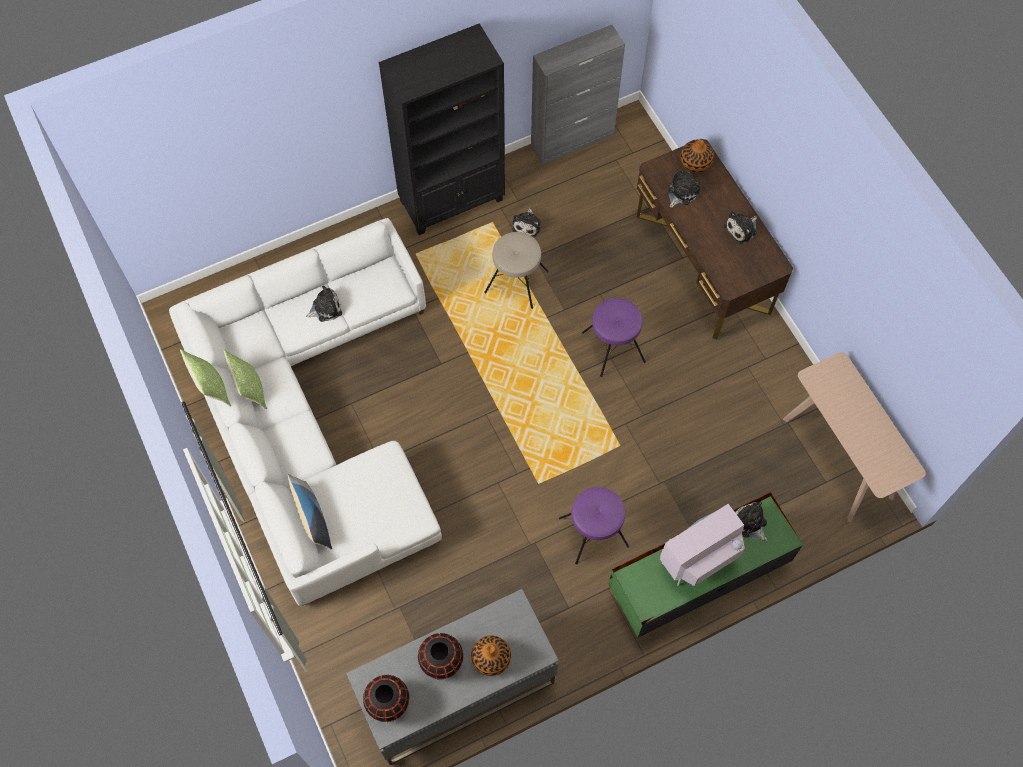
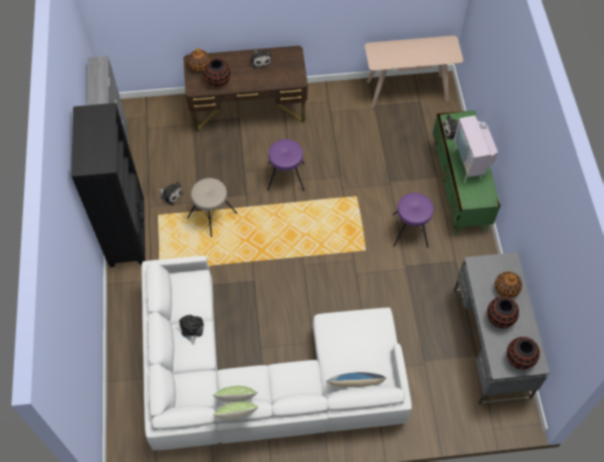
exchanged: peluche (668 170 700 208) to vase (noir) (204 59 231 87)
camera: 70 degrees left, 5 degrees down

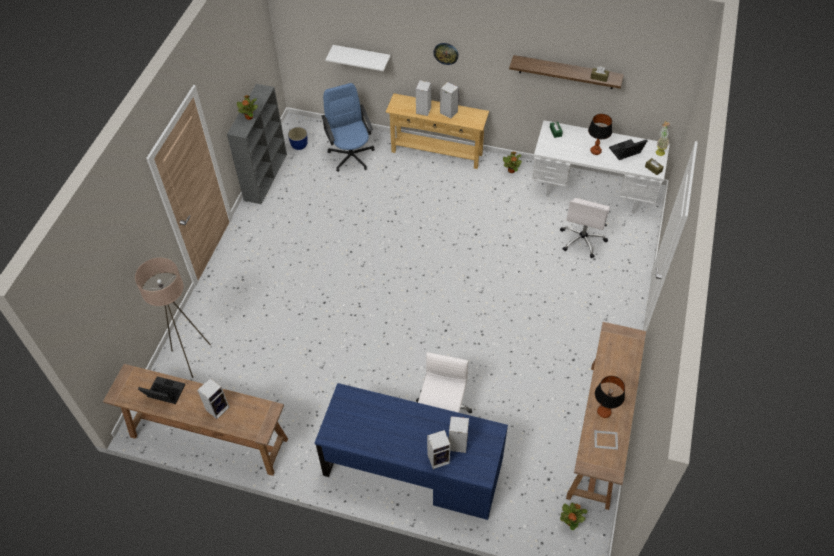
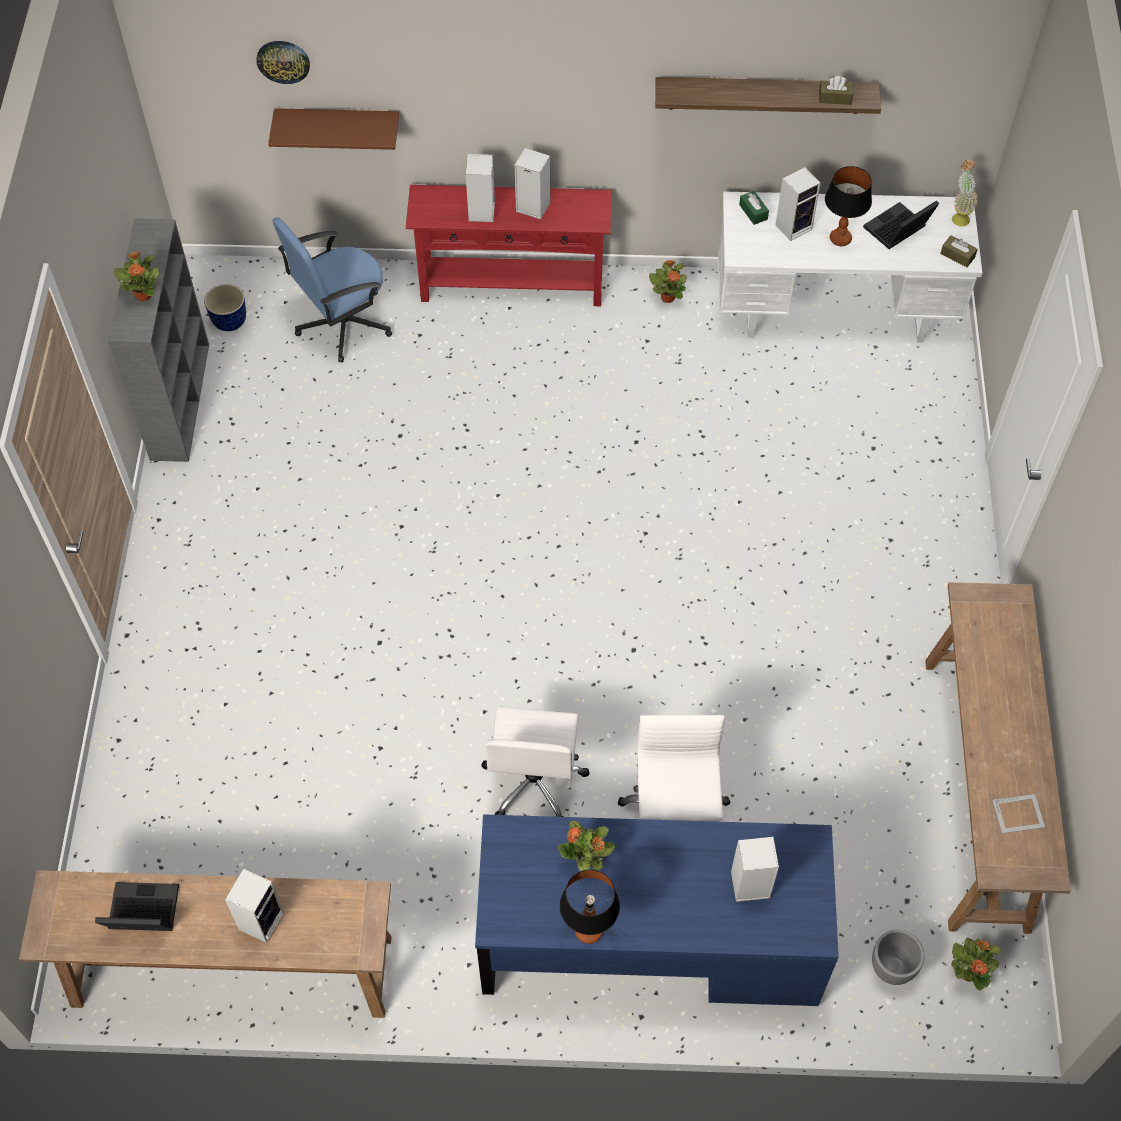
missing: lampadaire (beige) (135 258 211 378)
appeared: plante en pot (558 821 615 871); cache-pot (gris) (872 930 925 985)
relocated: horloge murale (433 43 459 65) to (256 41 310 84); chaise de bureau (blanc) (560 198 610 258) to (482 707 589 817); lampe de table (595 376 625 418) to (560 869 620 944); enceinte (427 430 450 469) to (776 167 821 241)
colour: étagère (blanc) (325 45 390 71) to étagère (marron) (268 108 399 150); table console (beige) (385 93 489 169) to table console (rouge) (406 185 612 306)
spun: chaise de bureau (bleu) (322 83 375 172) = (273 218 392 363) 90 degrees counterclockwise
camera: 15 degrees left, 5 degrees up

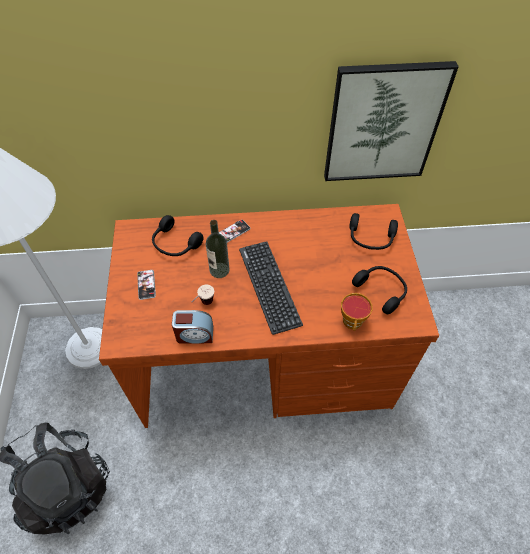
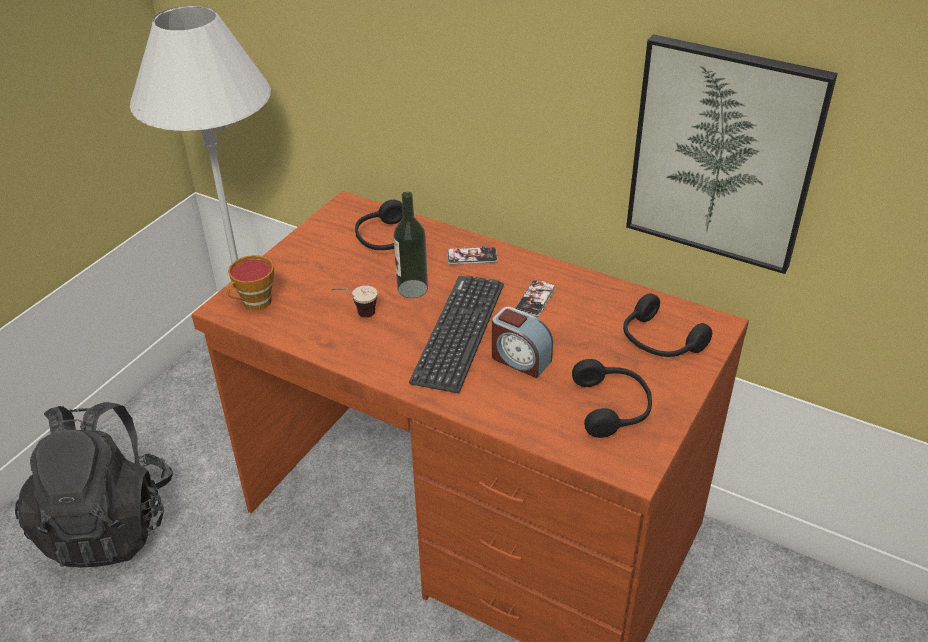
relocated: téléphone (137 270 156 300) to (515 279 556 317); tasse (341 293 373 331) to (227 255 274 311); réveil (172 310 213 344) to (492 307 553 378)
camera: 35 degrees right, 15 degrees down

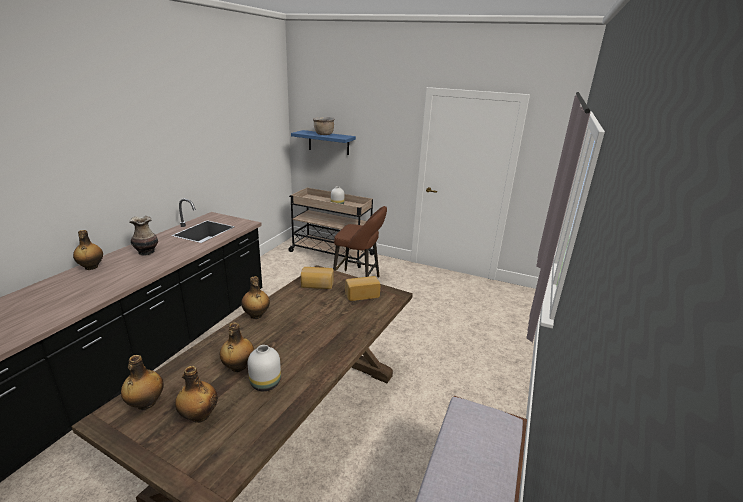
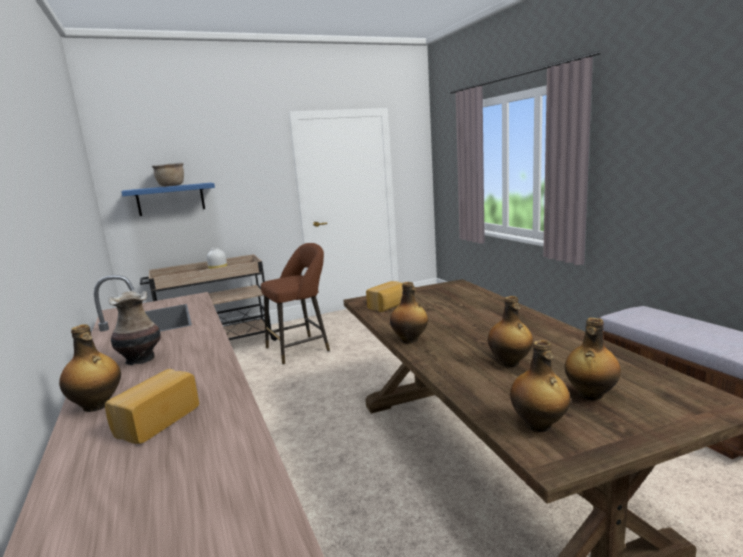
missing: vase (blanc) (248 345 281 391)
relocated: pain (345 276 381 301) to (105 369 199 444)
camera: 45 degrees left, 10 degrees down

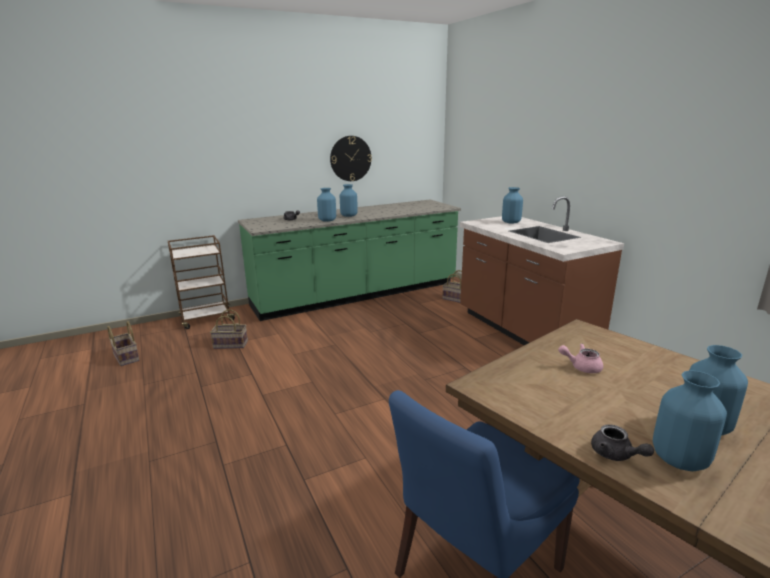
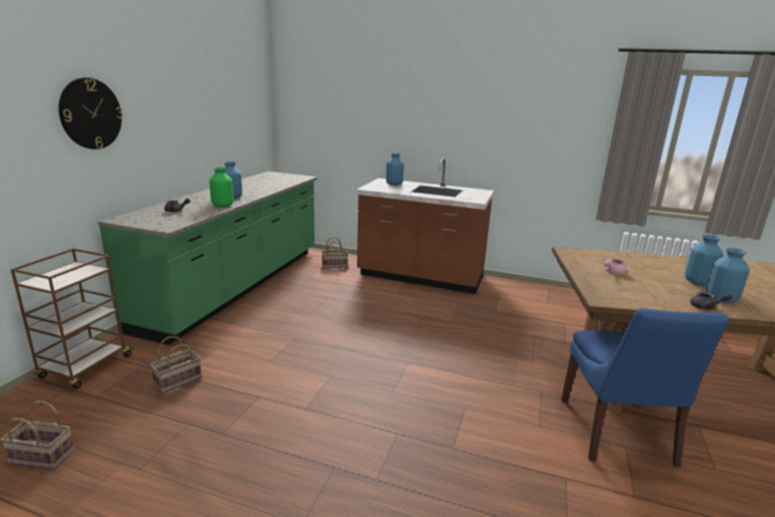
relocated: horloge murale (330 136 372 181) to (59 78 123 149)
colour: vase (bleu) (317 188 336 222) to vase (vert) (209 167 234 207)
camera: 45 degrees left, 0 degrees up

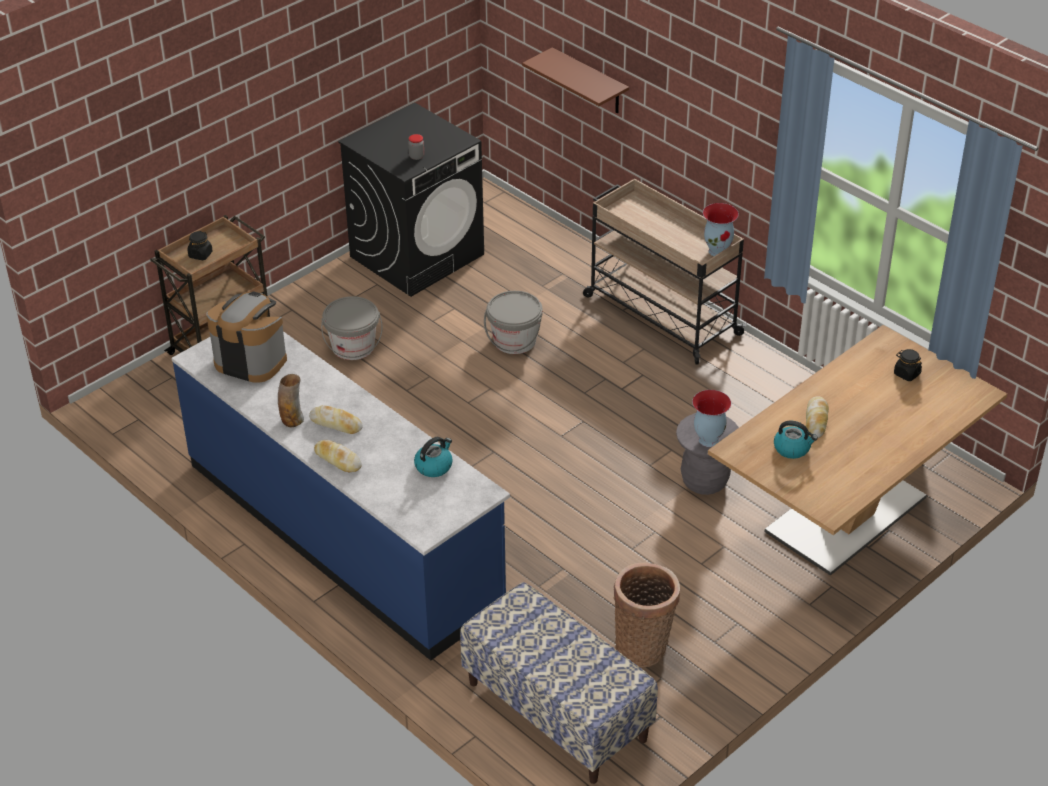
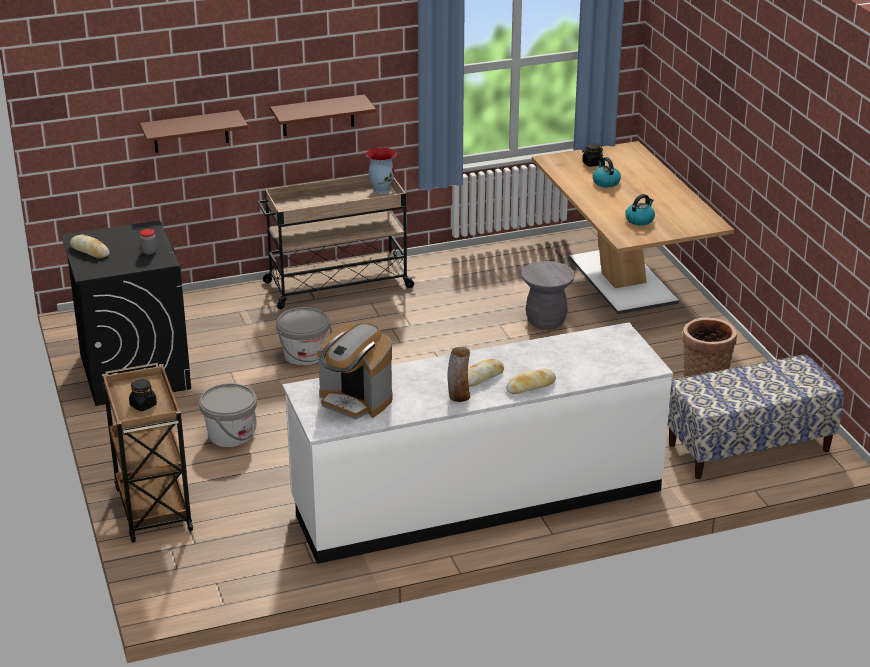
missing: vase (692 390 731 447)
appeared: étagère (marron) (270 94 376 136)
relocated: pain (806 396 829 438) to (70 235 110 258); bouilloire (414 437 453 477) to (593 157 621 188)
colour: comptoir de cuisine (bleu) (172 331 510 661) to comptoir de cuisine (blanc) (282 322 673 564)
spun: machine à café (206 292 287 383) = (318 323 393 420) 105 degrees counterclockwise
camera: 65 degrees left, 10 degrees down

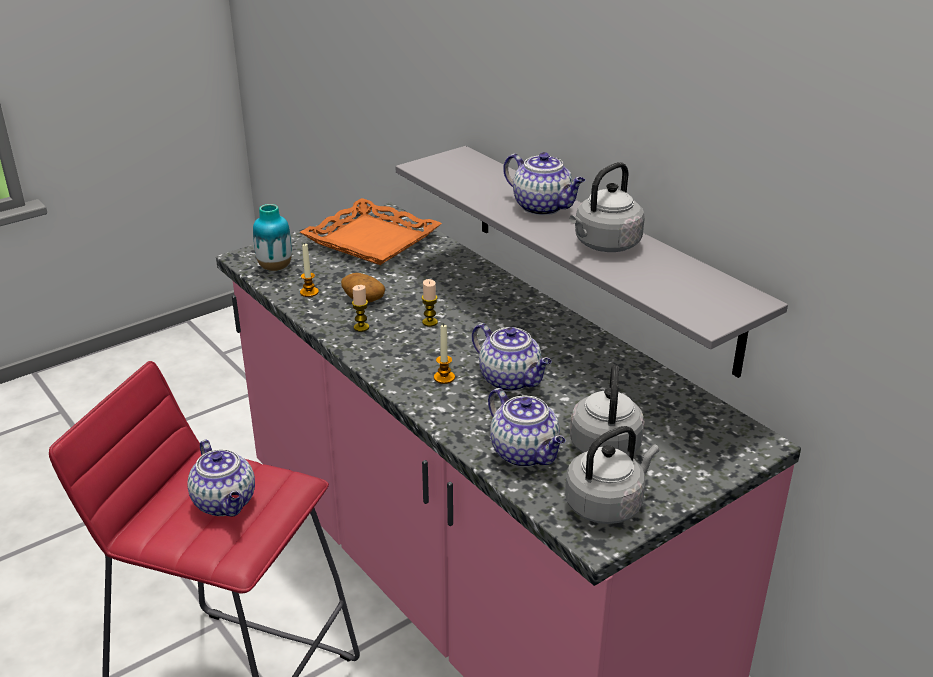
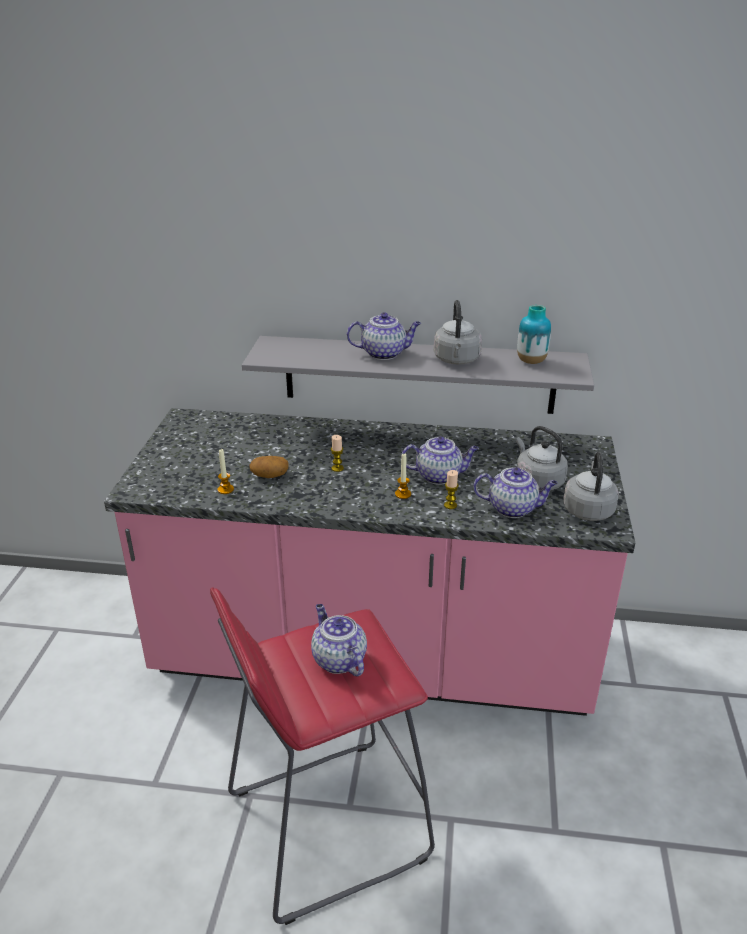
missing: plateau (orange) (300 198 442 265)
relocated: vase (253 204 292 271) to (517 305 551 364); bougie (352 285 369 332) to (444 470 459 509)
spun: théière (187 440 255 516) = (311 604 367 677) 135 degrees counterclockwise
camera: 45 degrees left, 0 degrees up

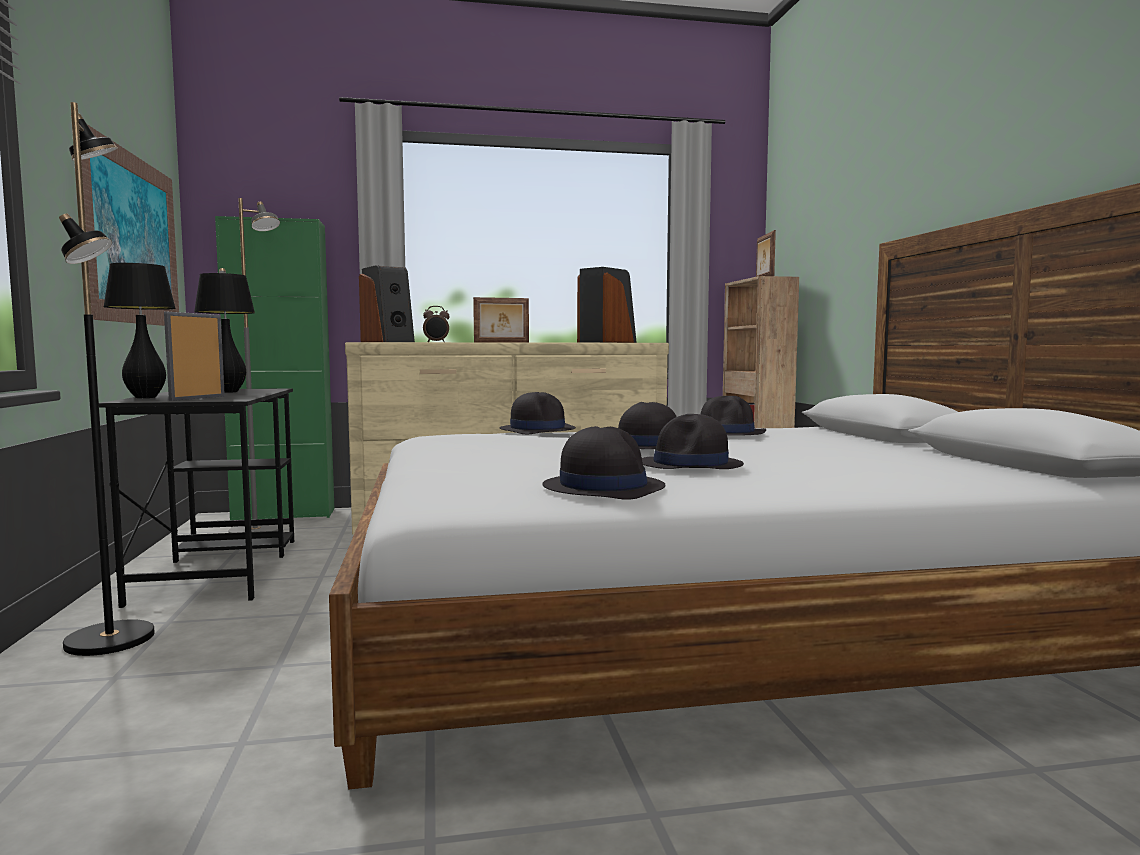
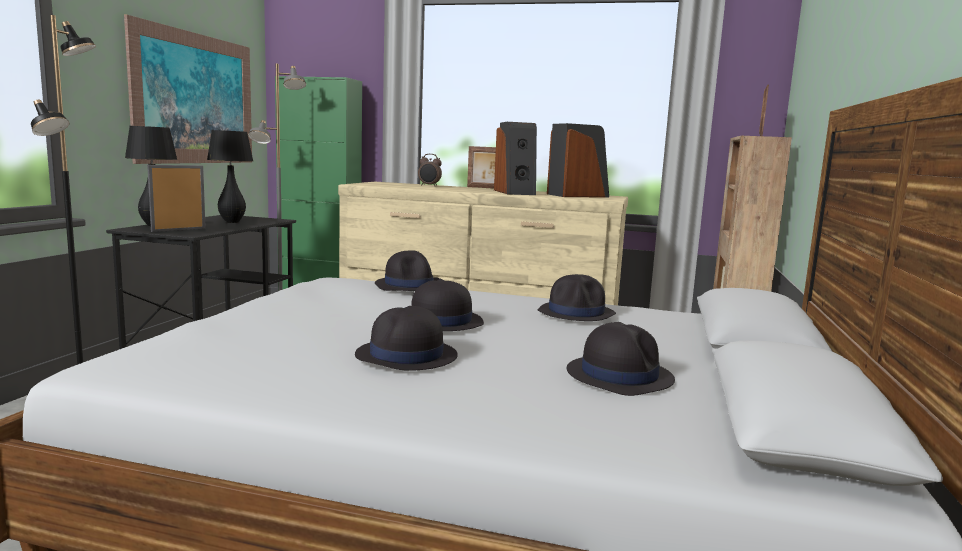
relocated: enceinte (359 265 415 342) to (494 122 537 195); chapeau (noir) (542 426 665 500) to (567 322 675 396)
camera: 25 degrees right, 5 degrees up

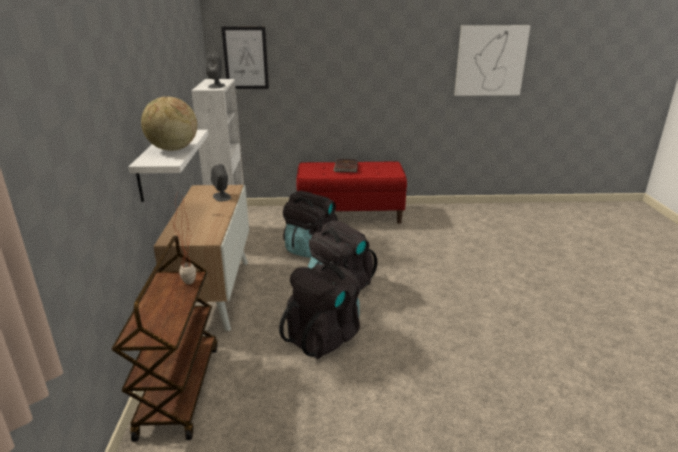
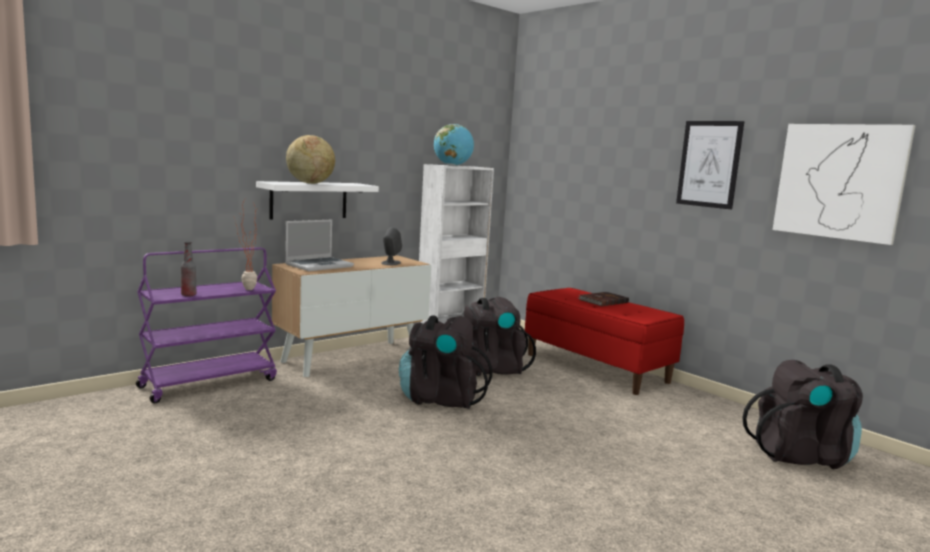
appeared: ordinateur portable (285 220 354 271); bouteille (181 241 196 297)
relocated: tableau (221 27 269 89) to (676 121 744 209); sac à dos (noir) (279 264 360 359) to (742 360 863 469)
exchanged: enceinte (gris) (206 52 225 88) to globe (434 124 474 166)
colour: chariot (marron) (112 236 217 442) to chariot (violet) (136 247 277 403)
camera: 50 degrees right, 15 degrees down

